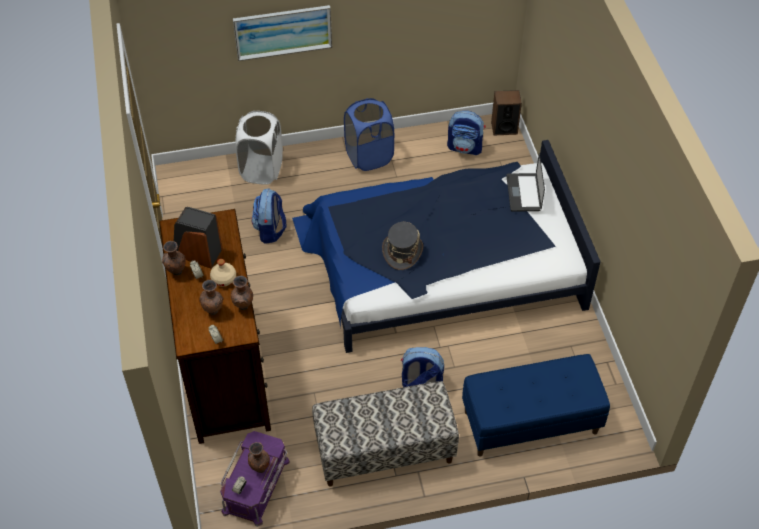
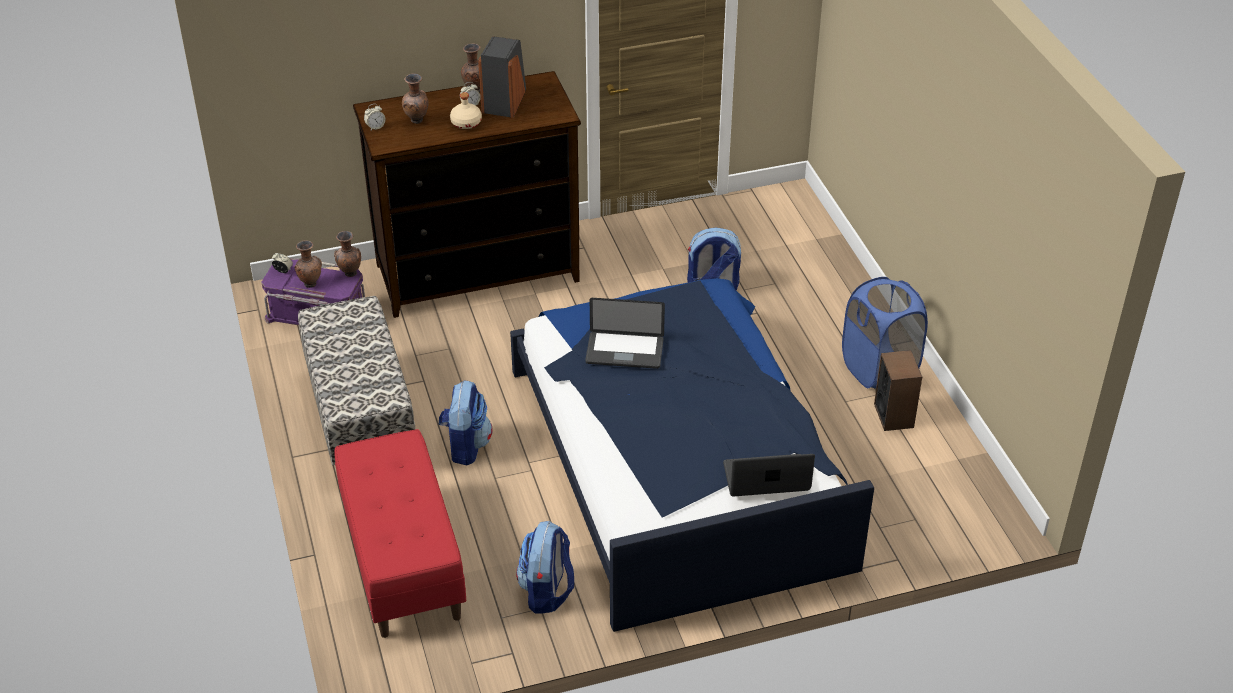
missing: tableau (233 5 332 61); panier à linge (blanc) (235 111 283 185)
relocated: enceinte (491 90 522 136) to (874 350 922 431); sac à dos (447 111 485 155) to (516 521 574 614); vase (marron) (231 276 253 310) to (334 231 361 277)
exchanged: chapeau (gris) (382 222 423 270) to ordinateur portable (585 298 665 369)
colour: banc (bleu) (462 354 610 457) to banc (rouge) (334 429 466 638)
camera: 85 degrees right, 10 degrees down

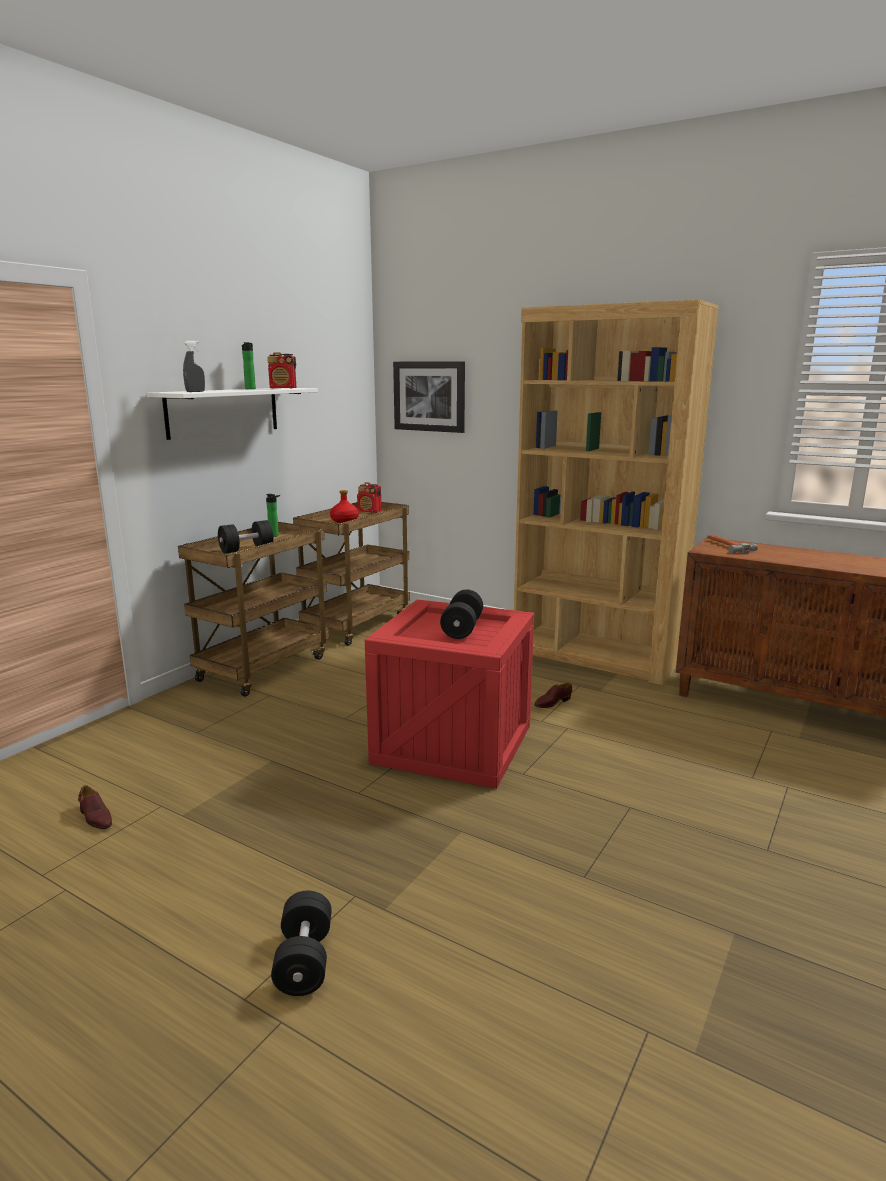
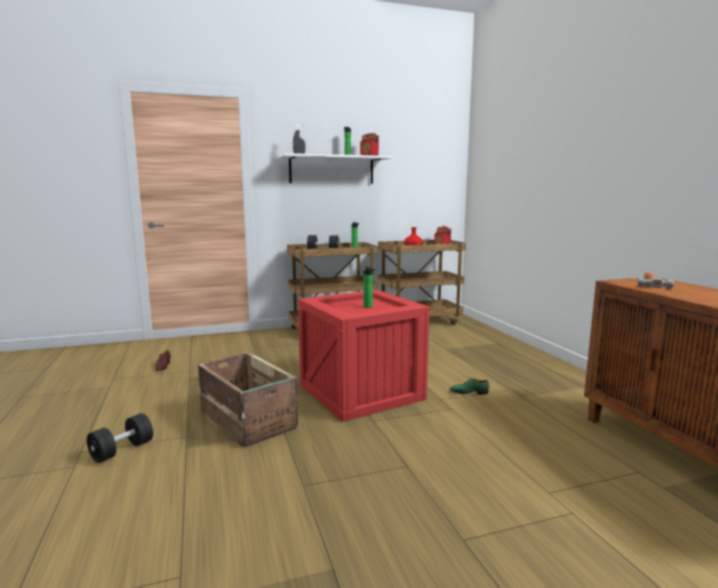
missing: bibliothèque (marron) (514 300 719 685); tableau (393 361 465 433)
appeared: caisse (198 352 298 447)
exchanged: haltère (noir) (440 590 483 639) to bouteille (363 267 376 308)
colour: chaussure (marron) (534 683 572 708) to chaussure (vert) (450 378 489 395)
camera: 40 degrees right, 5 degrees down

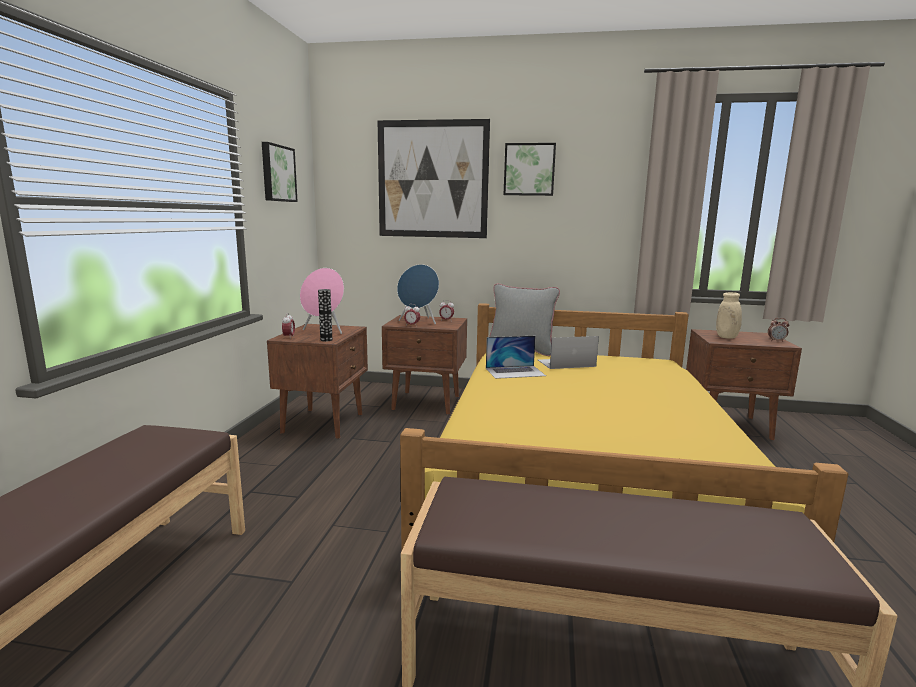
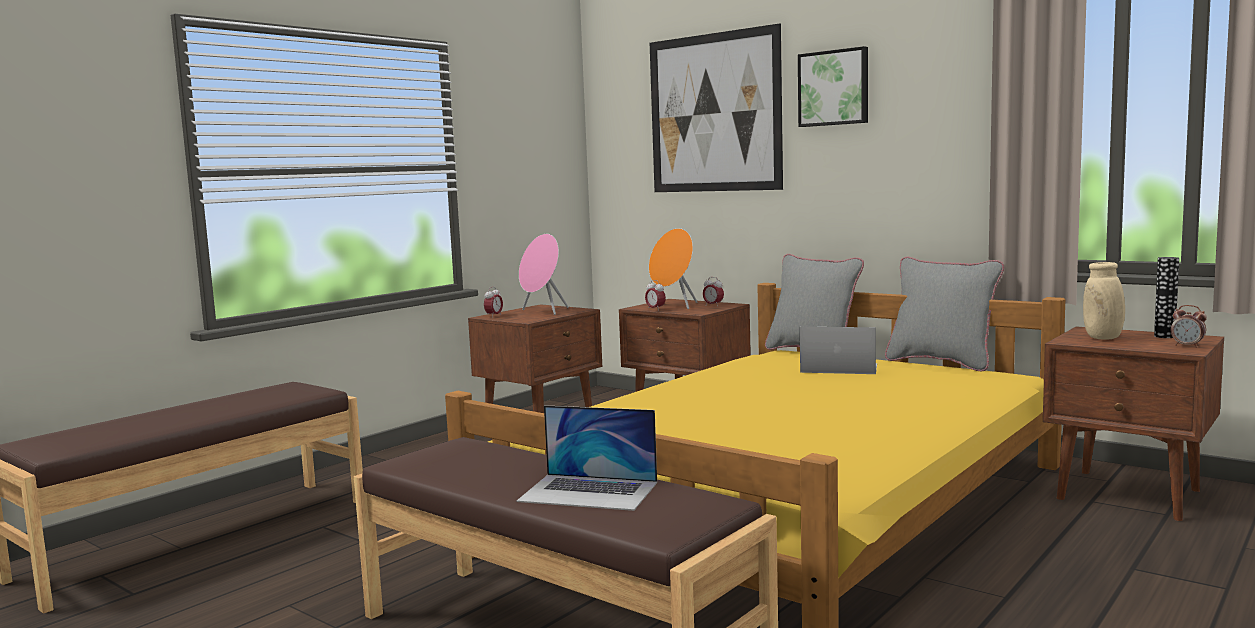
missing: tableau (262 142 298 202)
appeared: coussin (gris) (885 257 1004 372)
relocated: vase (318 289 333 341) to (1154 257 1179 338); ordinateur portable (486 336 546 379) to (517 405 657 511)
colour: enceinte (bleu) (397 264 439 324) to enceinte (orange) (649 228 698 309)
camera: 30 degrees right, 5 degrees down

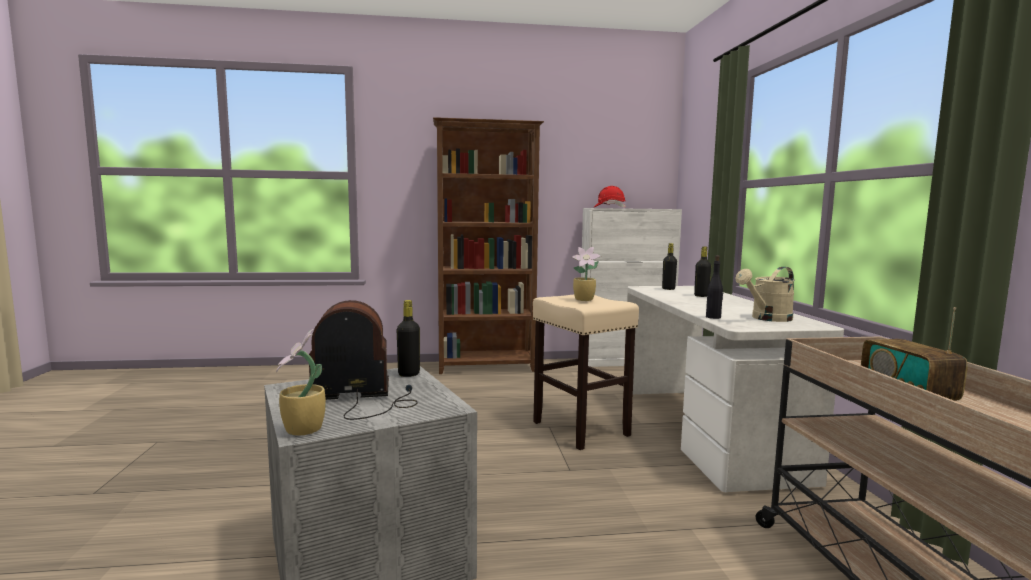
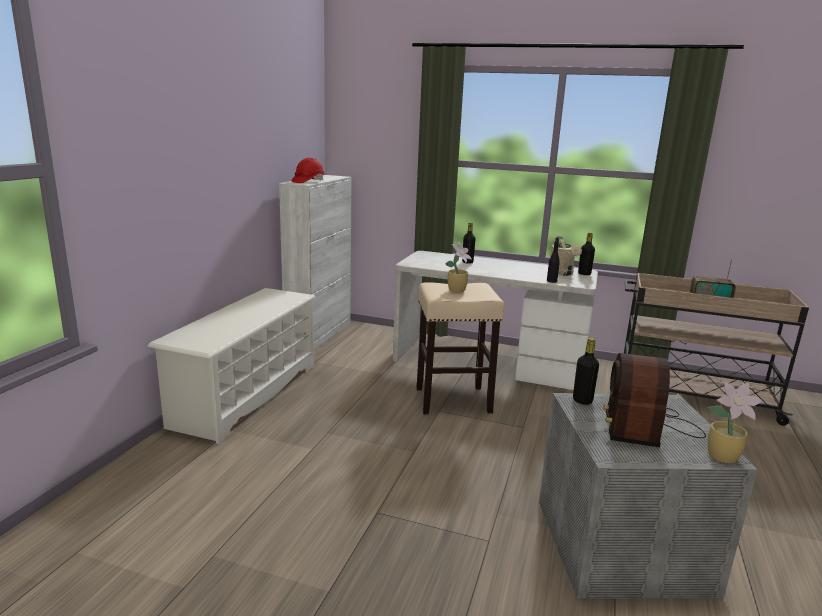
relocated: bouteille (noir) (662 243 677 290) to (578 232 595 275)
exchanged: bibliothèque (marron) (433 117 544 374) to étagère à chaussures (blanc) (148 288 316 444)
camera: 65 degrees left, 10 degrees up

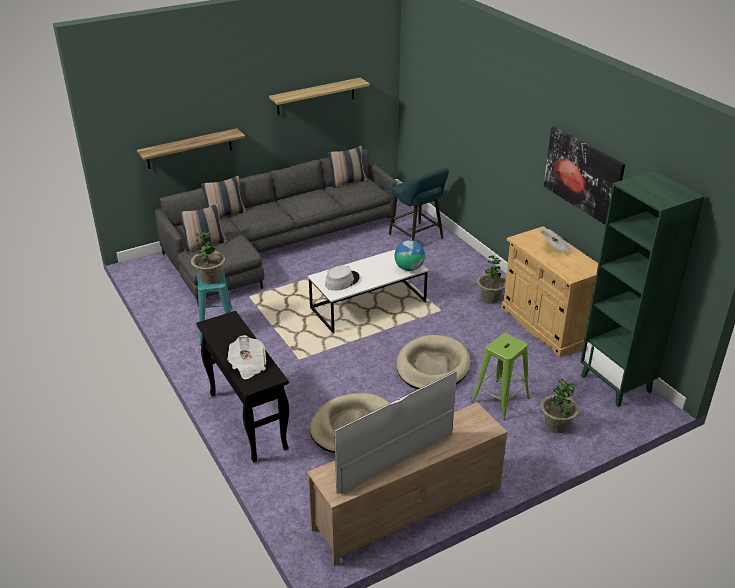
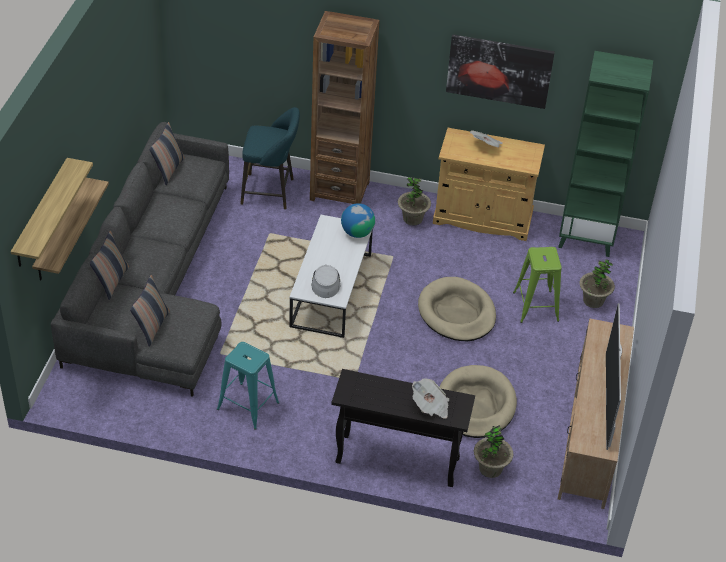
appeared: bibliothèque (marron) (310 11 379 204)
relocated: étagère (269 78 370 115) to (11 158 93 267); plante en pot (191 232 226 284) to (474 425 513 478)
camera: 50 degrees left, 10 degrees up

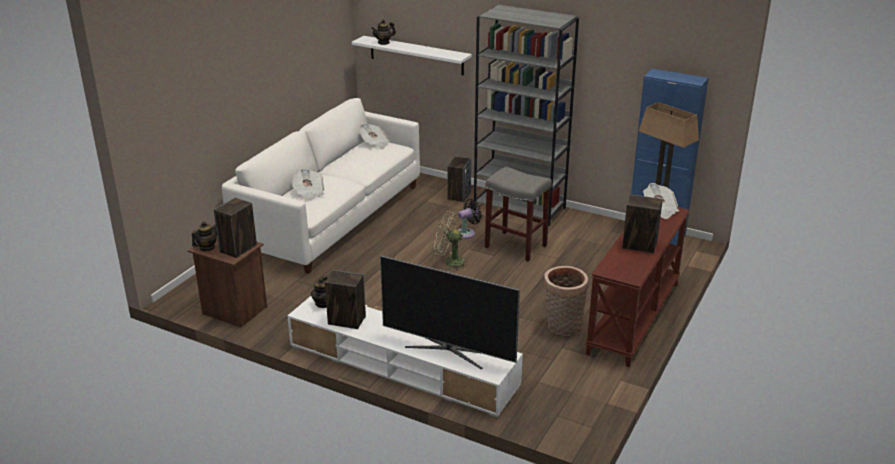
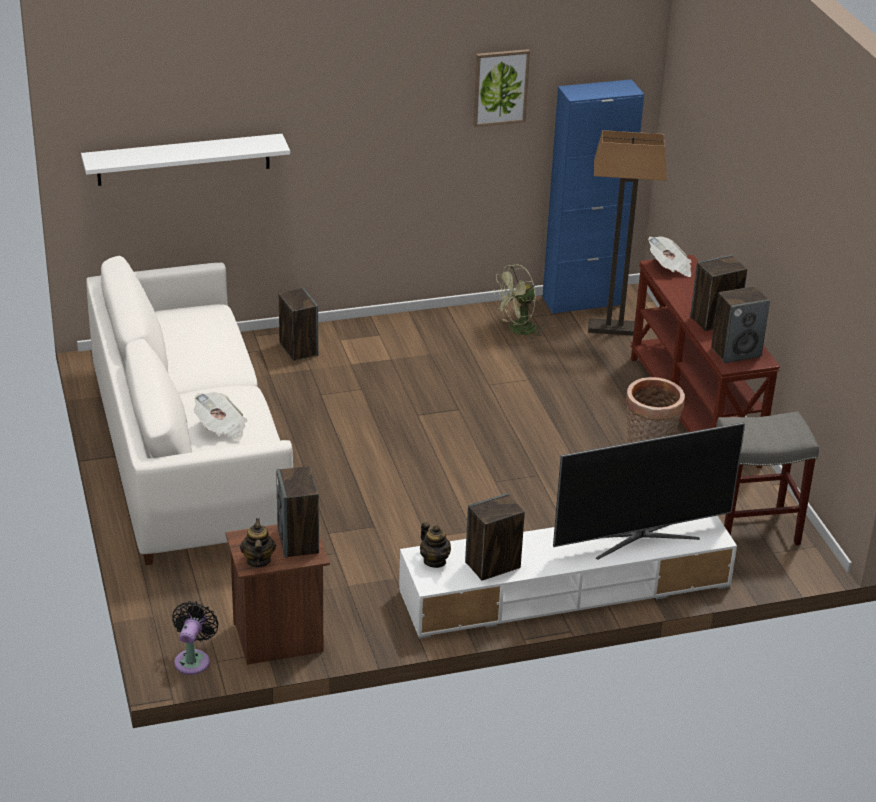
missing: bibliothèque (gris) (474 5 579 226); théière (371 19 396 45); journal (359 124 390 149)
appeared: tableau (473 49 530 127); enceinte (711 286 770 363)
relocated: tabouret (gris) (485 167 552 262) to (716 411 819 545); ventilateur (noir) (458 199 482 239) to (172 601 218 675); ventilateur (vert) (434 211 469 270) to (493 265 545 340)
camera: 45 degrees left, 5 degrees up

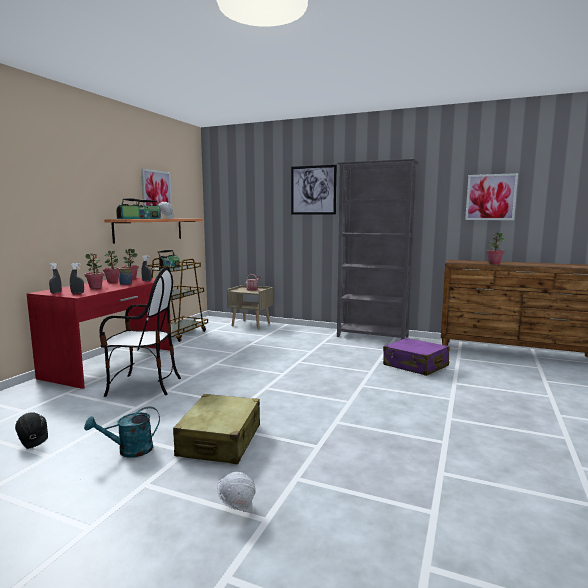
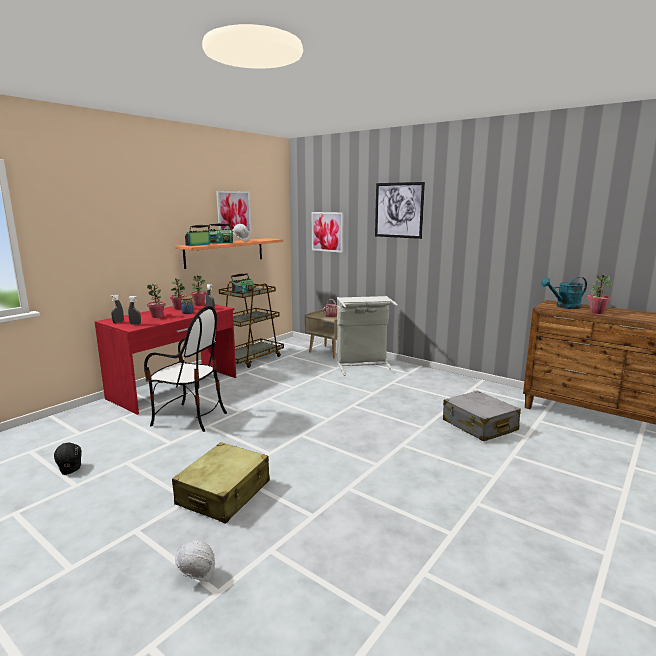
missing: bibliothèque (gris) (337 159 419 340)
appeared: panier à linge (gris) (337 296 398 376)
relocated: tableau (465 173 518 220) to (312 212 343 253); arrosoir (turquoise) (84 406 160 458) to (541 277 587 309)
colour: valise (violet) (383 338 450 376) to valise (gris) (443 391 521 441)
camera: 15 degrees right, 5 degrees up

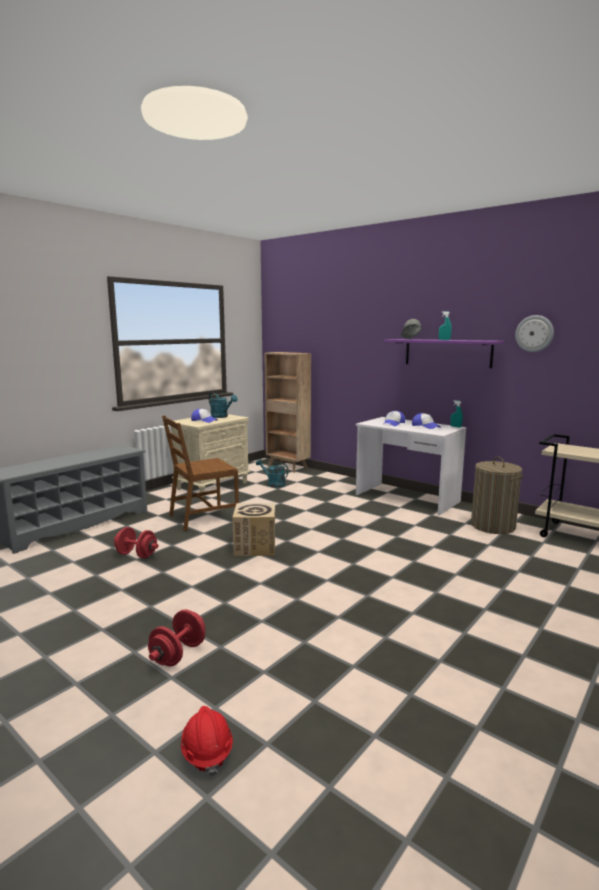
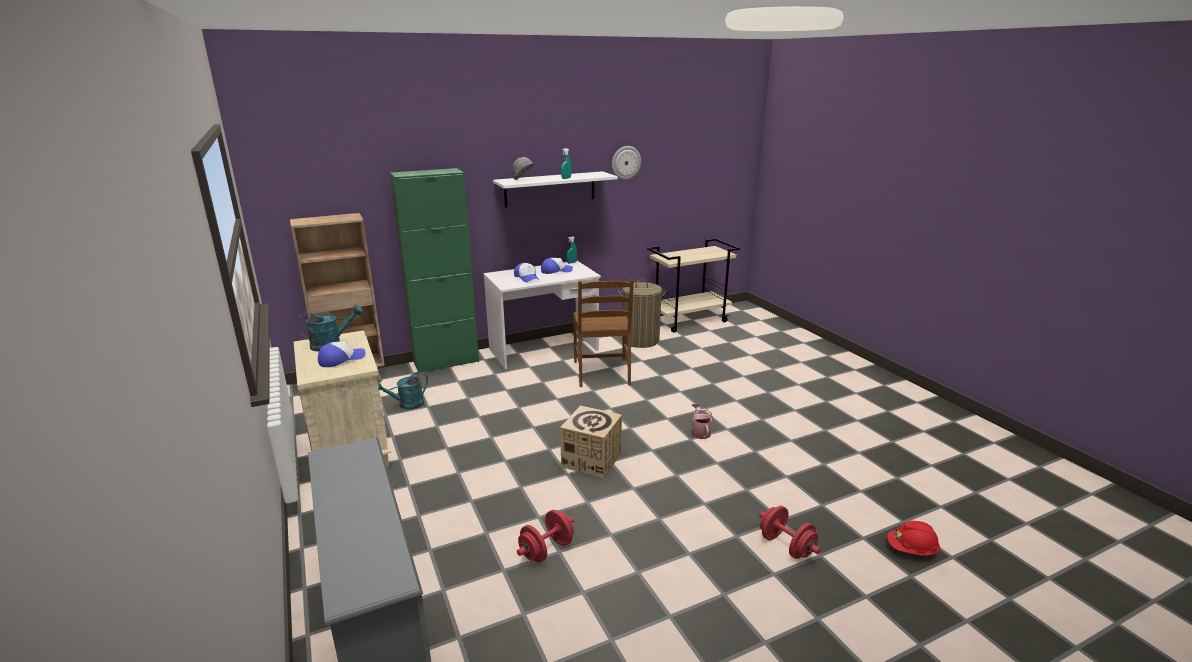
appeared: meuble de rangement (vert) (390 168 479 374); arrosoir (692 403 713 439)
relocated: chaise (marron) (162 416 239 531) to (573 279 634 387)
colour: étagère (violet) (384 339 505 368) to étagère (blanc) (493 171 618 208)
camera: 65 degrees left, 10 degrees up

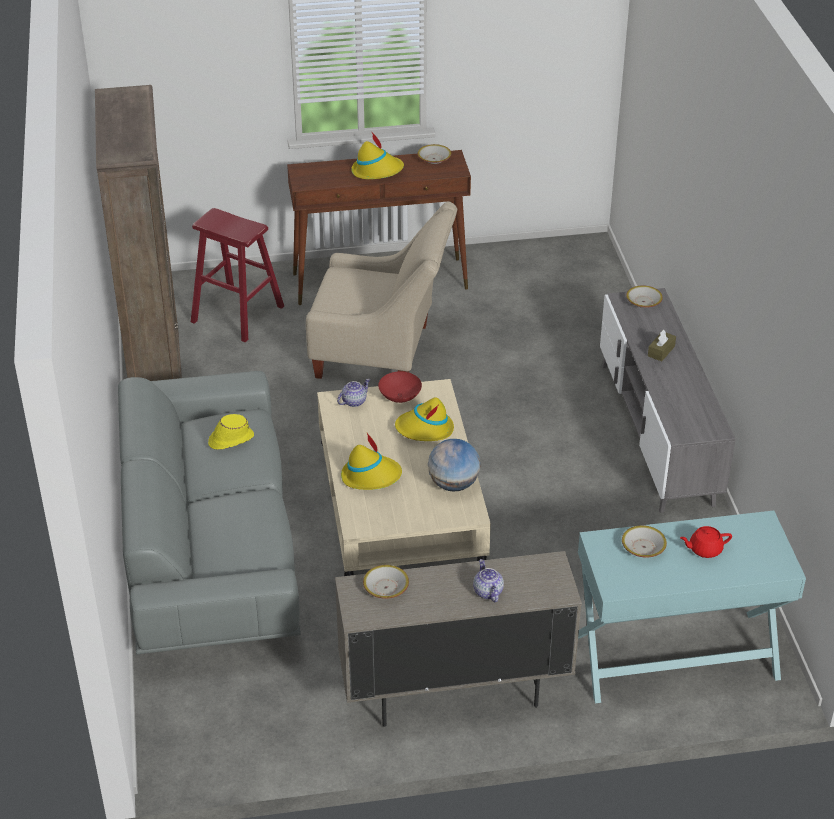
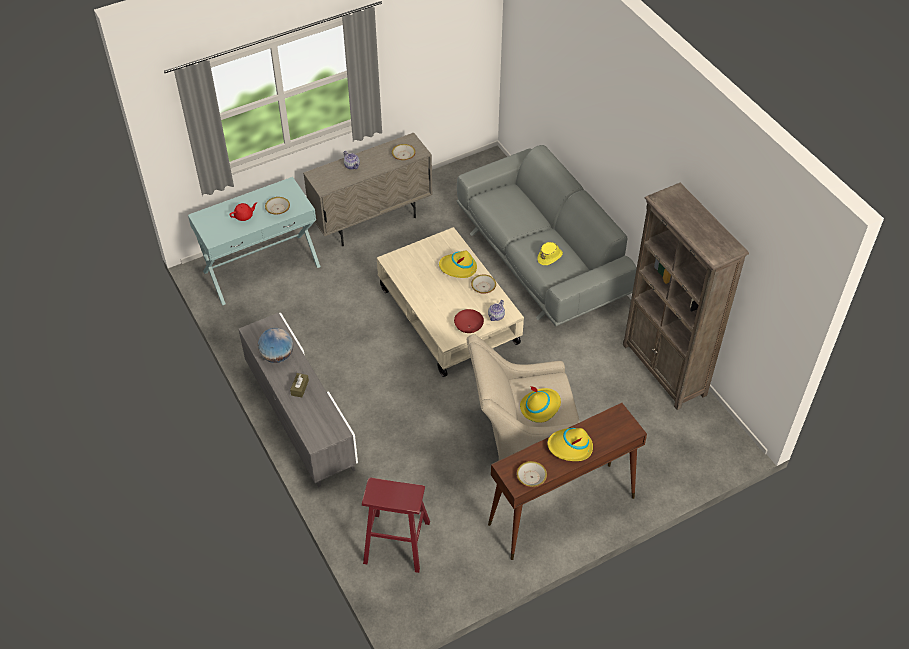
relocated: tabouret (rouge) (191 208 284 343) to (362 478 430 573); bol (626 286 663 308) to (471 274 496 294); chapeau (jaune) (395 397 454 441) to (520 386 561 423); globe (428 439 481 492) to (258 328 293 363)
camera: 160 degrees right, 10 degrees up

